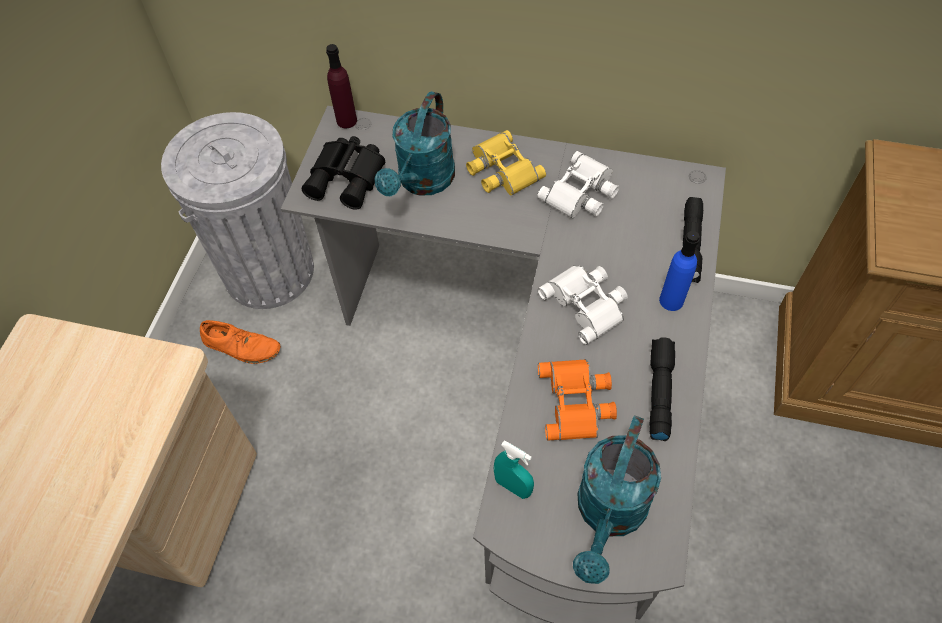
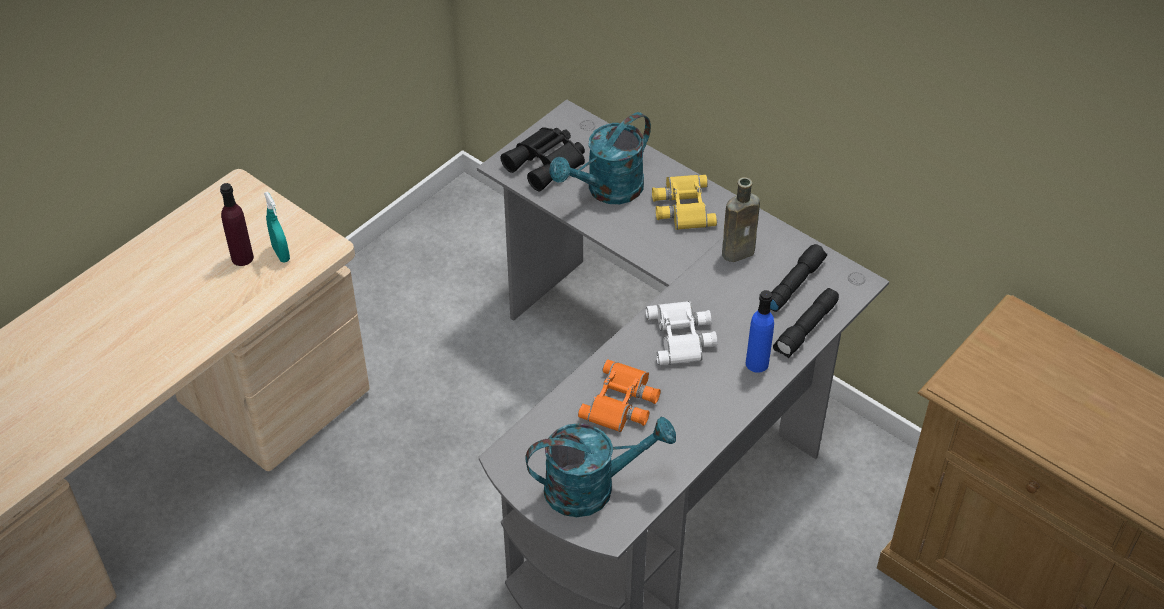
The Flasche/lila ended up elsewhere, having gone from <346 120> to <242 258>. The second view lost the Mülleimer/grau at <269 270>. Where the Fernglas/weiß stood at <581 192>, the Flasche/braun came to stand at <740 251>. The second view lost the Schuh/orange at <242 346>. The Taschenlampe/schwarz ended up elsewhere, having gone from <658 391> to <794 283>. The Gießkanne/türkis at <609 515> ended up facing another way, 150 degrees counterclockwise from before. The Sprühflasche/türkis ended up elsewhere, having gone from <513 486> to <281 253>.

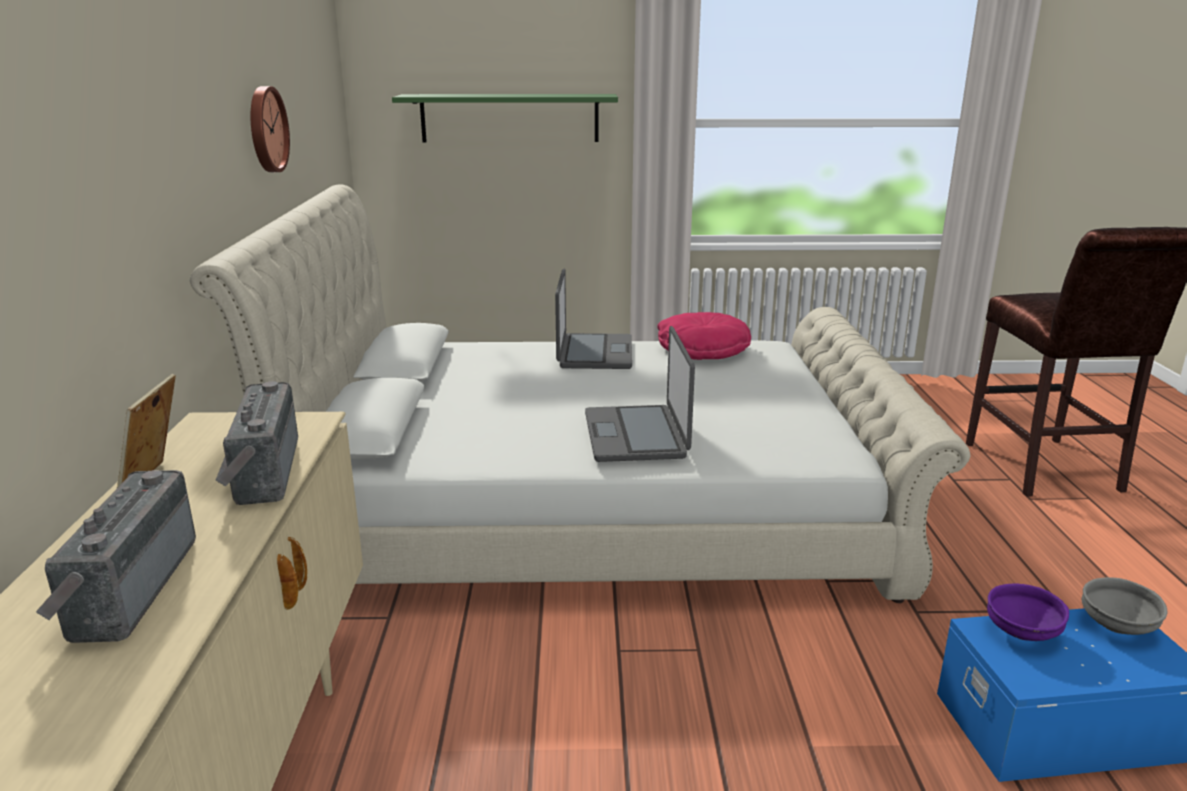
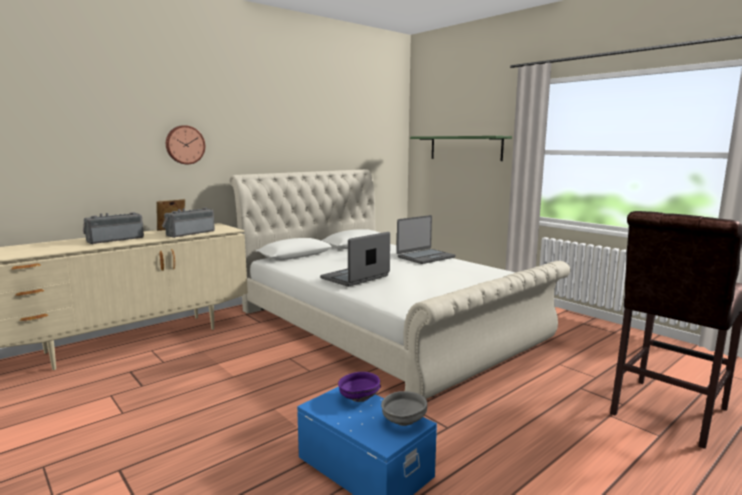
The Wanduhr ended up elsewhere, having gone from <265 129> to <185 145>. The second view lost the Kissen/rosa at <702 351>.

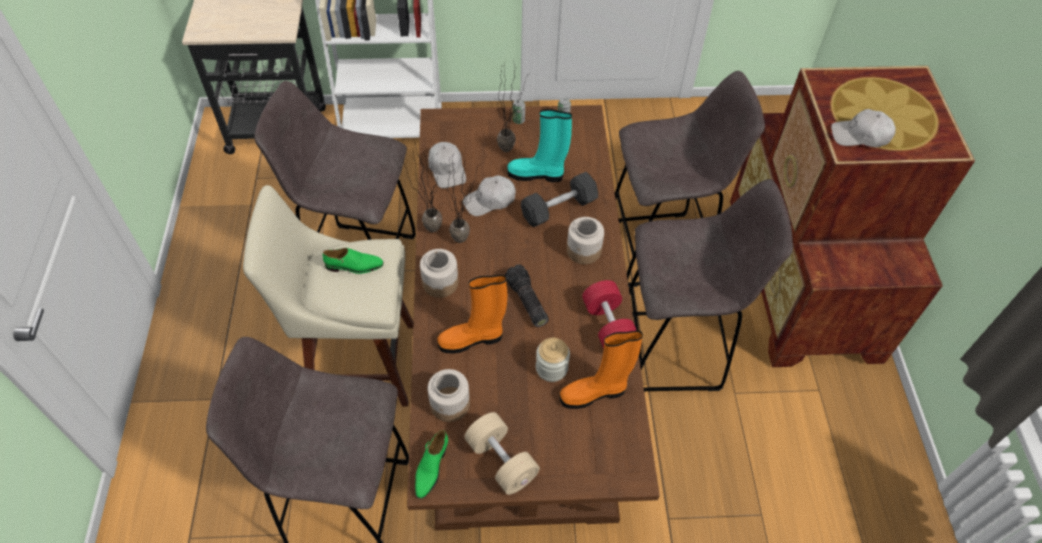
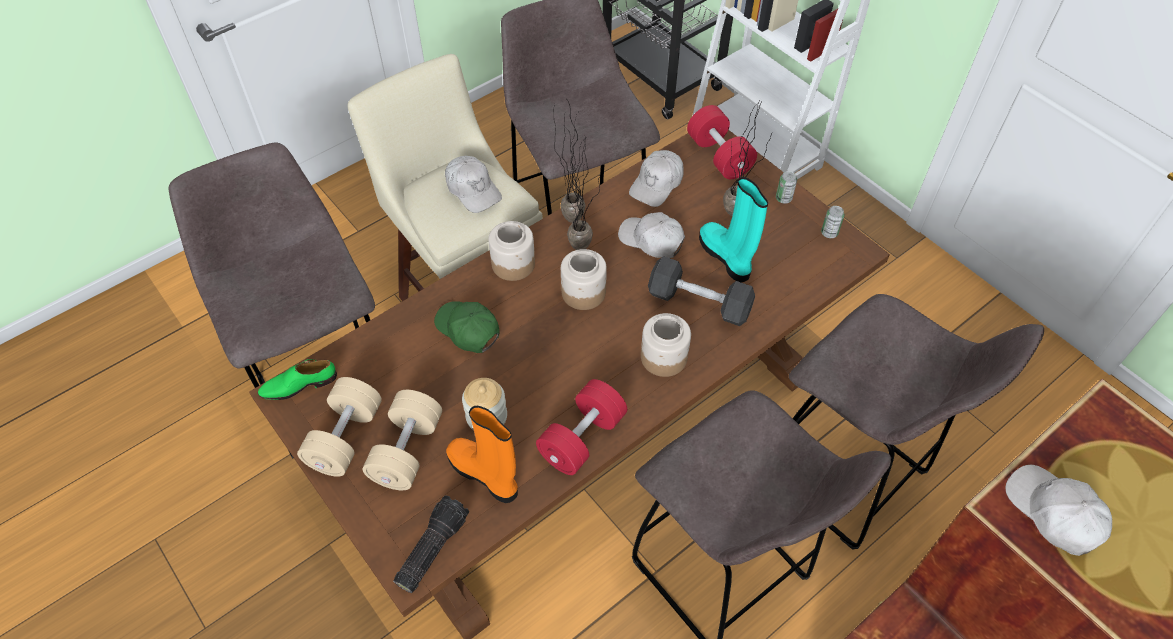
Where the Schuh/grün stood at <354 266>, the Kappe/weiß came to stand at <473 190>. The Taschenlampe ended up elsewhere, having gone from <526 301> to <431 548>. Where the Stiefel/orange stood at <472 339>, the Kappe/grün came to stand at <468 330>. The Vorratsglas ended up elsewhere, having gone from <450 404> to <583 293>. The second view gained the Hantel/rot at <719 156>. The second view gained the Hantel/beige at <407 451>.

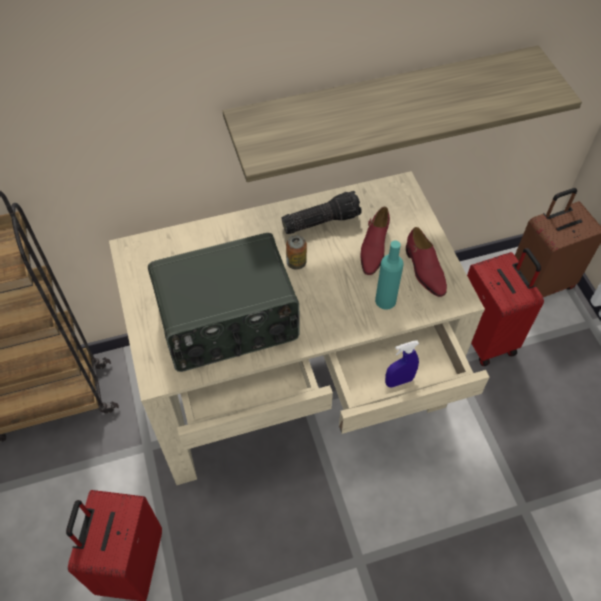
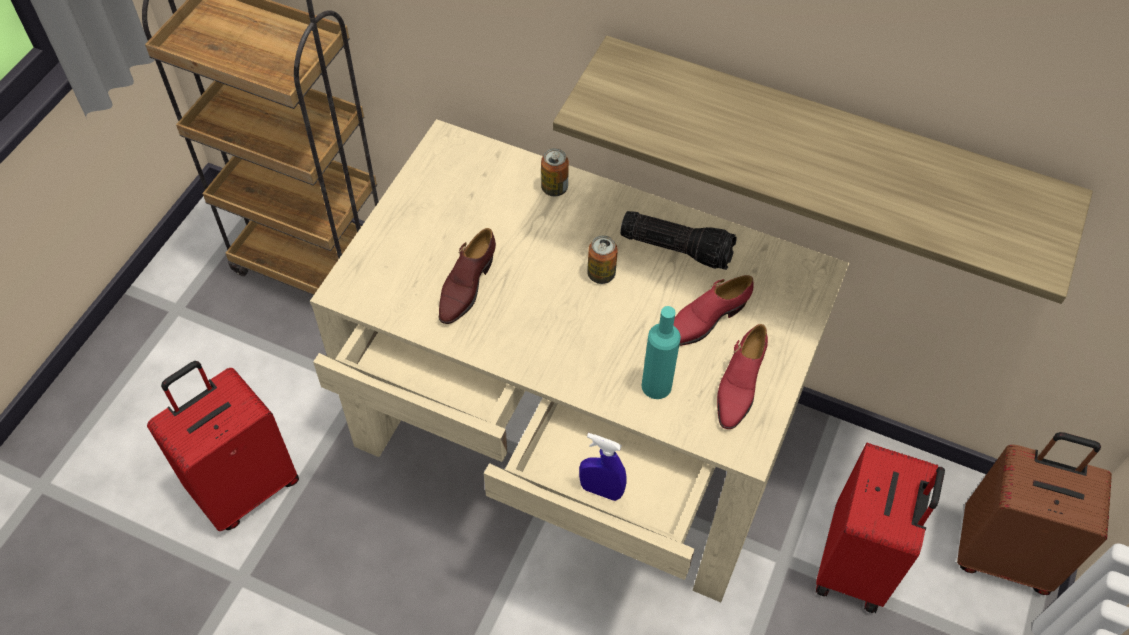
Where the Radio stood at <228 323>, the Schuh/braun came to stand at <466 286>. The second view gained the Dose at <554 188>.

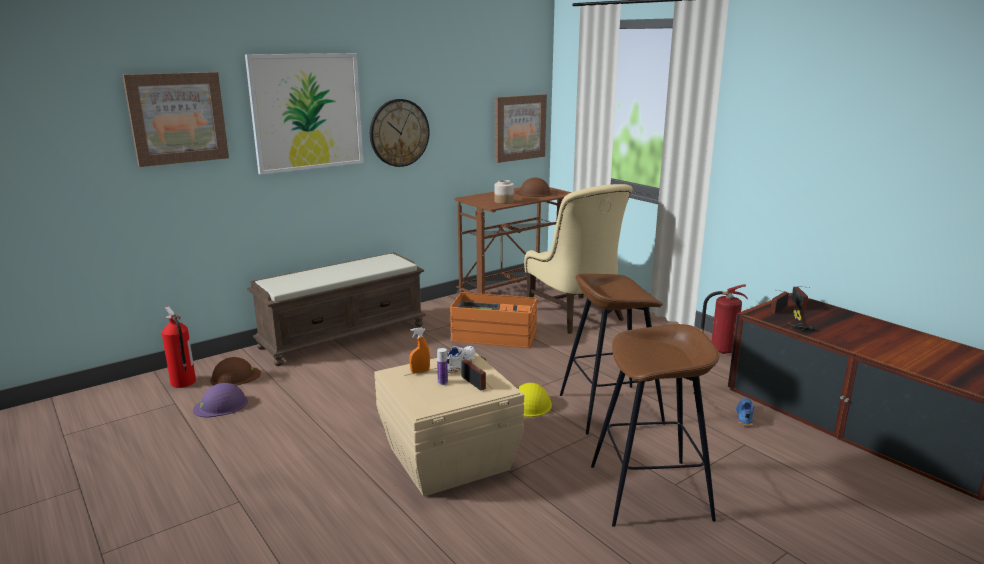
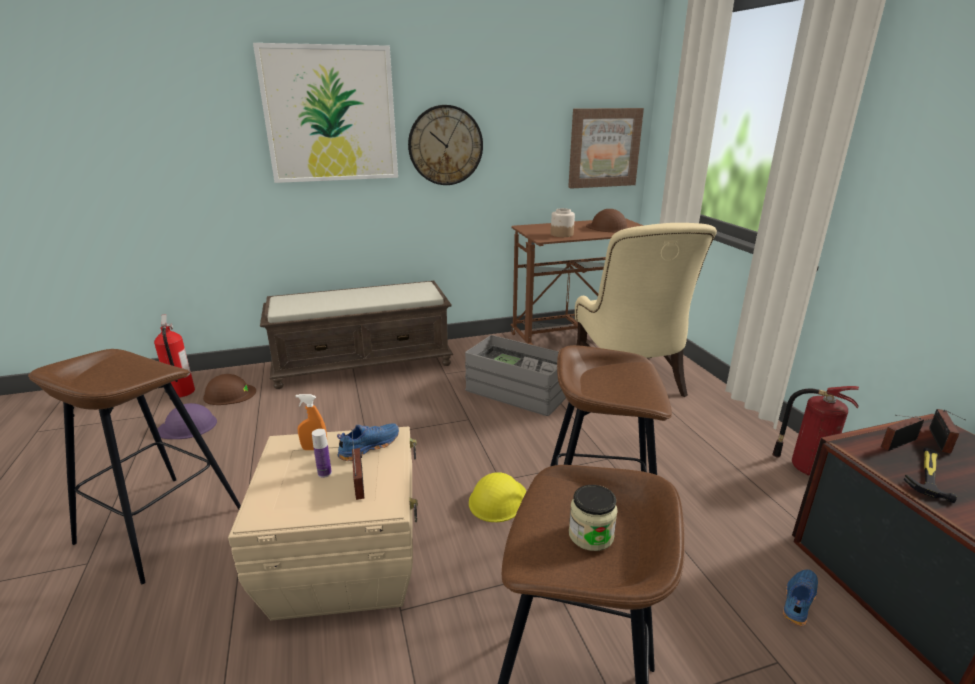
The second view lost the Bild at <177 118>. What was the Aufbewahrungsbox/orange at <494 335> turned into the Aufbewahrungsbox/grau at <518 391>. What was the Schuh/weiß at <458 364> turned into the Schuh/blau at <368 446>. The second view gained the Hocker/braun at <159 525>. The second view gained the Vorratsglas at <591 535>.

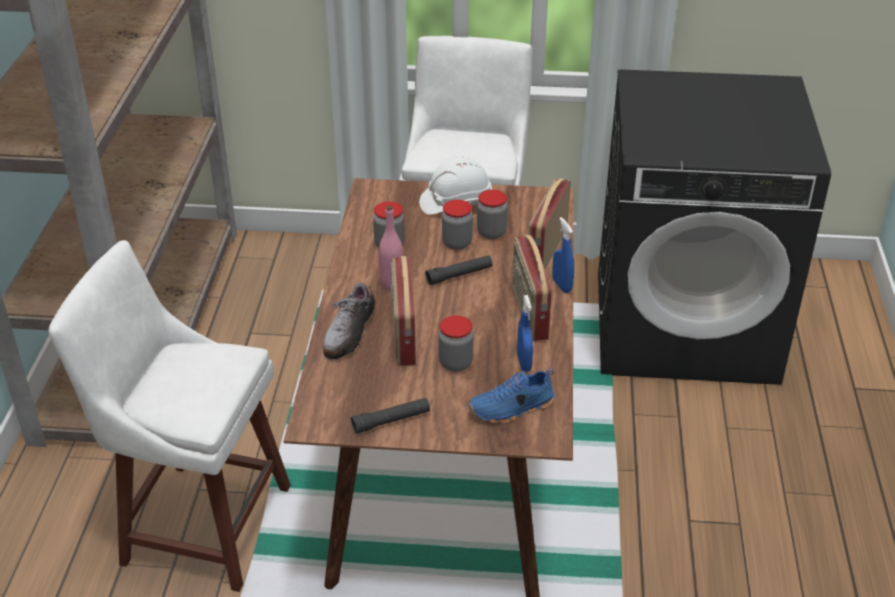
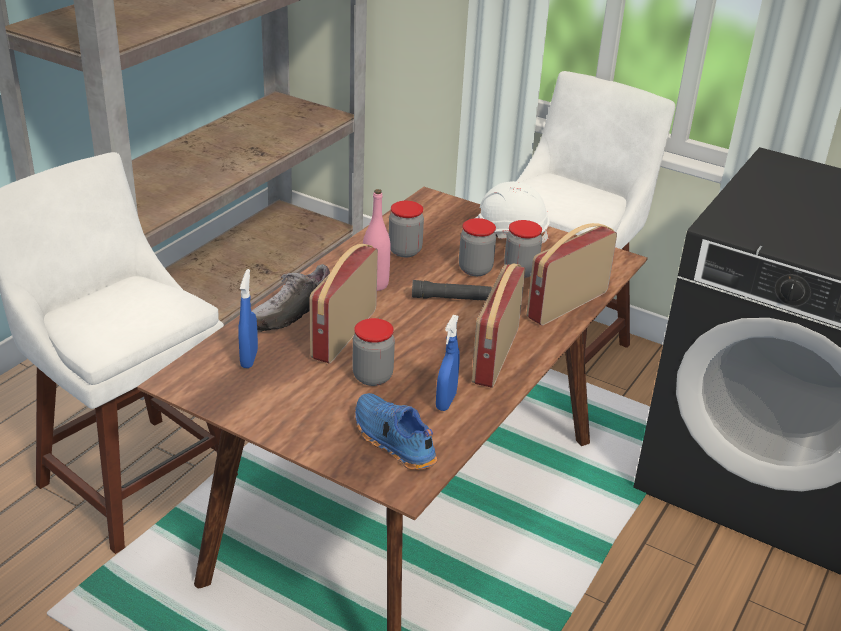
The Sprühflasche/blau ended up elsewhere, having gone from <561 285> to <249 359>. The Schuh/blau at <512 409> ended up facing another way, 45 degrees clockwise from before. The second view lost the Taschenlampe/schwarz at <391 421>.

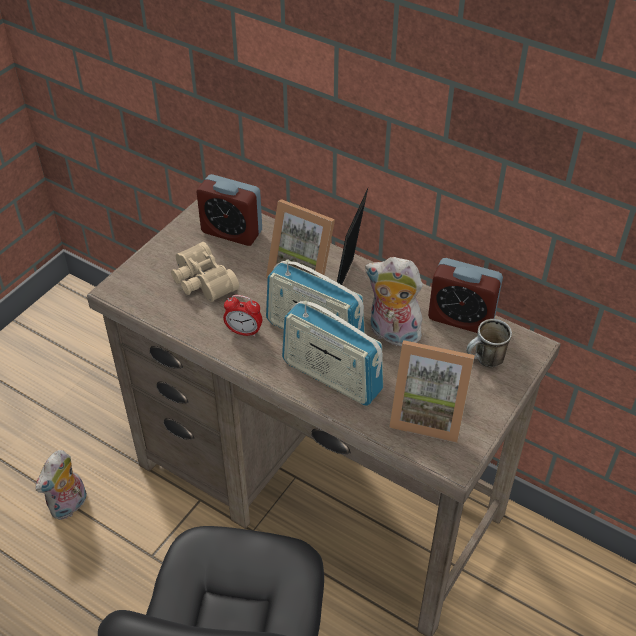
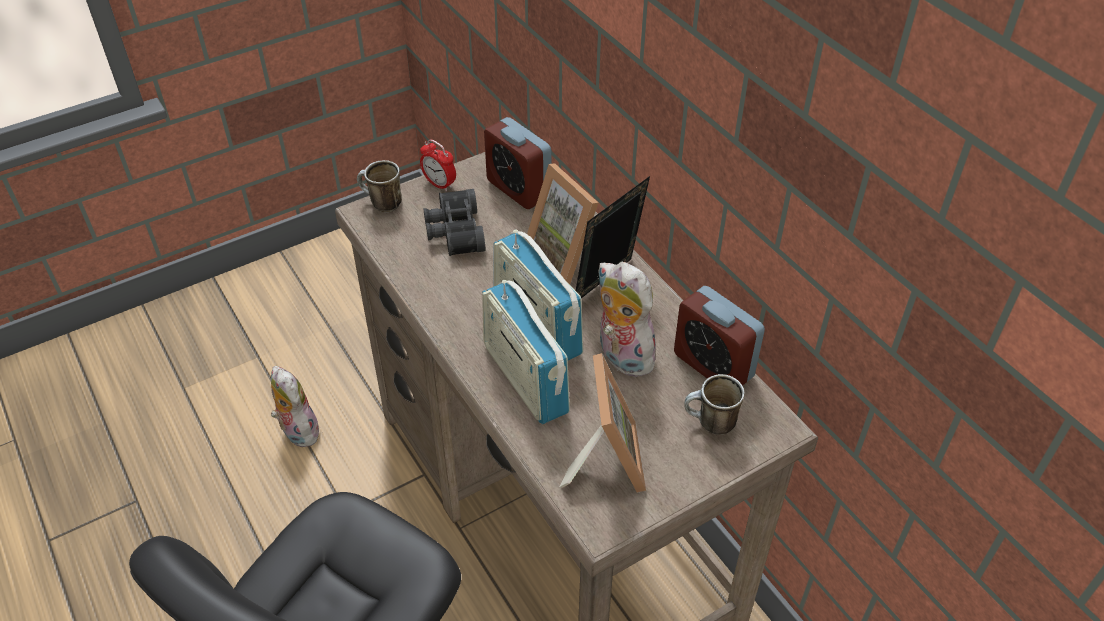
What was the Fernglas/beige at <201 282> turned into the Fernglas/schwarz at <453 232>. The Wecker ended up elsewhere, having gone from <244 331> to <439 184>. The Bilderrahmen at <428 414> ended up facing another way, 135 degrees counterclockwise from before. The Plüschtier at <70 506> ended up facing another way, 90 degrees clockwise from before. The second view gained the Henkelbecher at <381 204>.

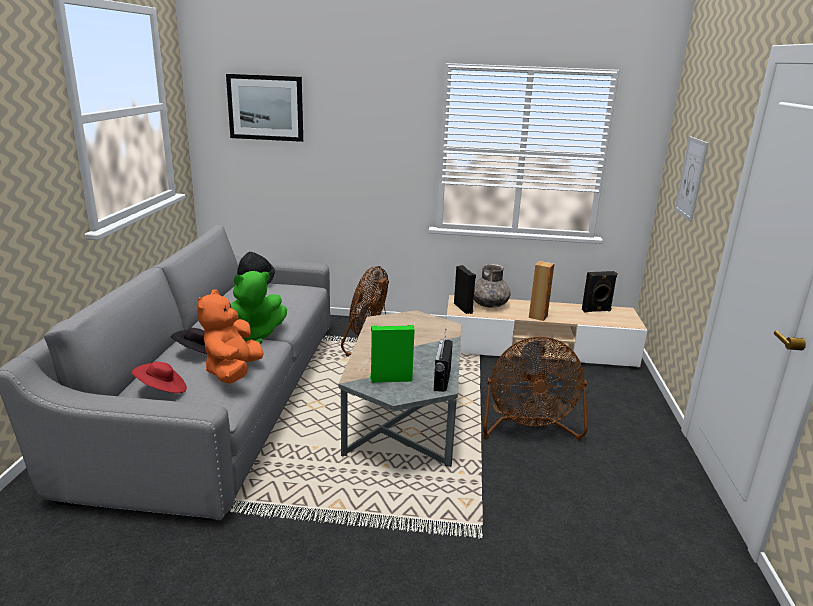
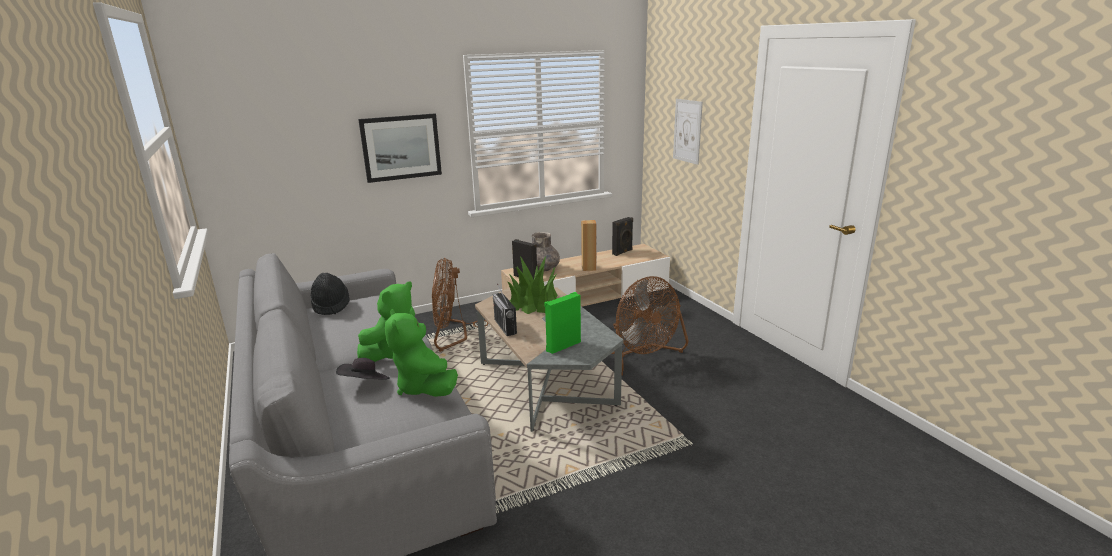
The Bild ended up elsewhere, having gone from <265 107> to <401 147>. What was the Plüschtier/orange at <233 372> turned into the Plüschtier/grün at <424 387>. The Radio ended up elsewhere, having gone from <442 379> to <505 327>. The second view lost the Hut/rot at <162 390>. The second view gained the Topfpflanze at <533 302>.

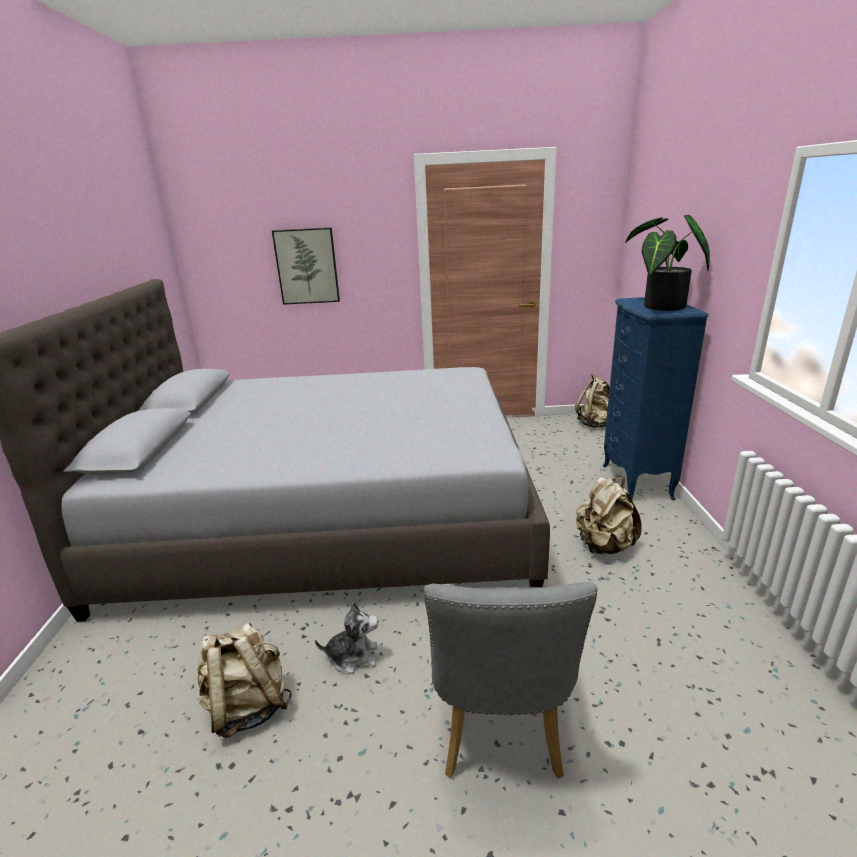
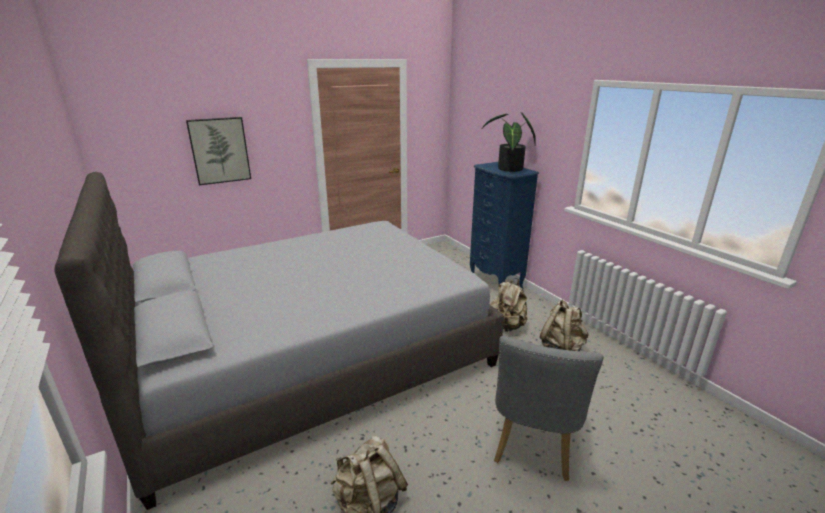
The Rucksack/beige ended up elsewhere, having gone from <596 424> to <562 348>. The Stuhl/grau at <499 729> ended up facing another way, 45 degrees clockwise from before. The second view lost the Plüschtier at <353 657>.

